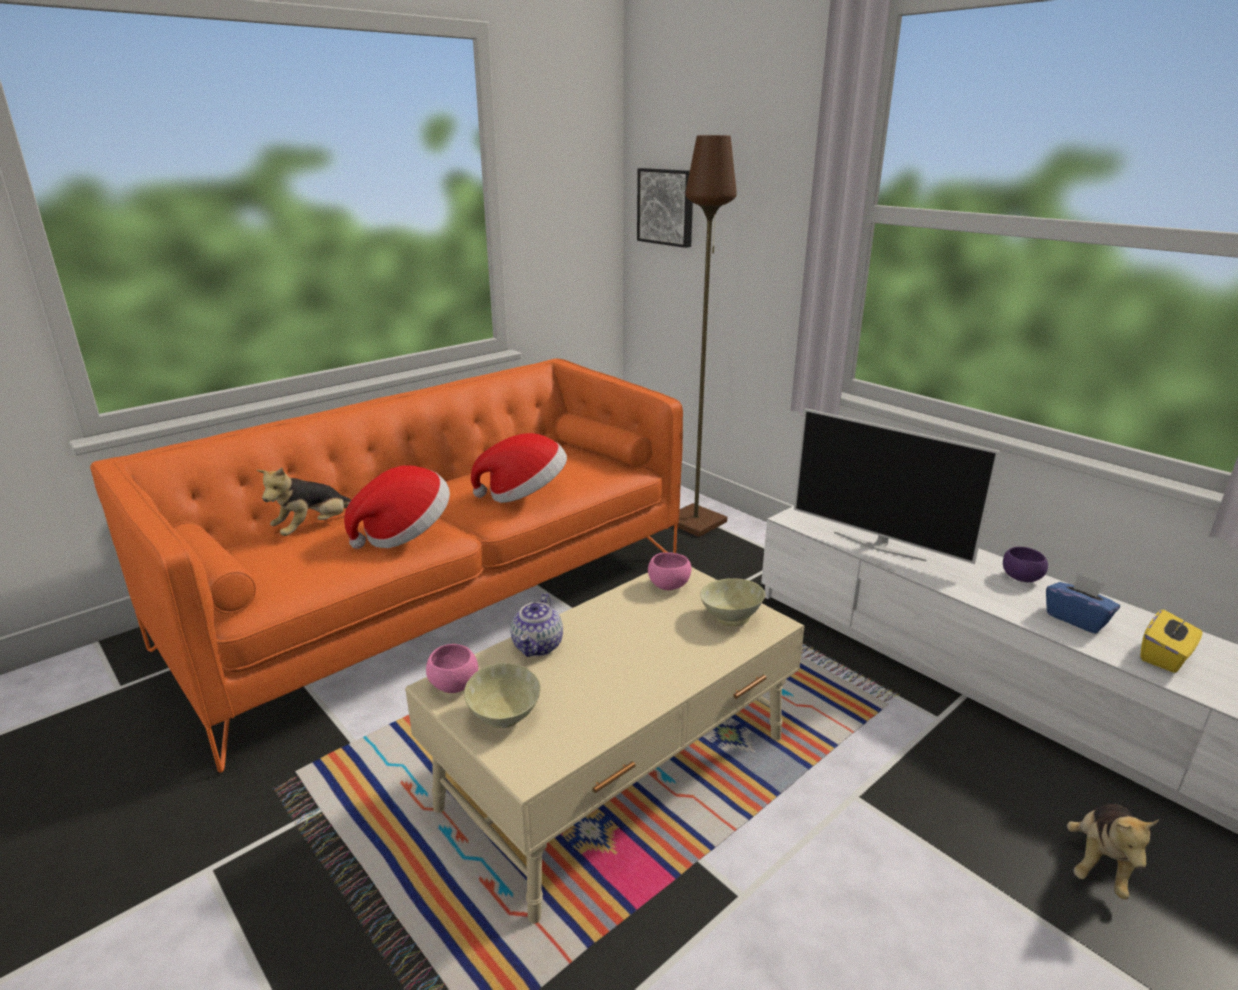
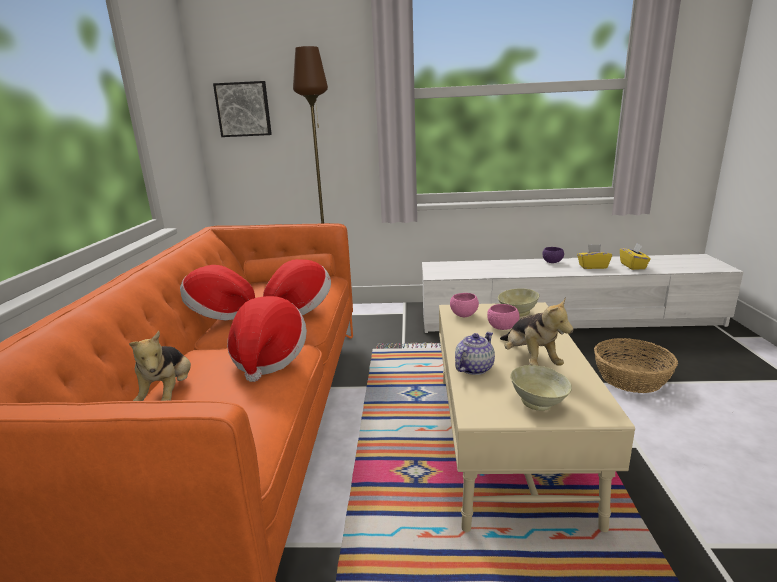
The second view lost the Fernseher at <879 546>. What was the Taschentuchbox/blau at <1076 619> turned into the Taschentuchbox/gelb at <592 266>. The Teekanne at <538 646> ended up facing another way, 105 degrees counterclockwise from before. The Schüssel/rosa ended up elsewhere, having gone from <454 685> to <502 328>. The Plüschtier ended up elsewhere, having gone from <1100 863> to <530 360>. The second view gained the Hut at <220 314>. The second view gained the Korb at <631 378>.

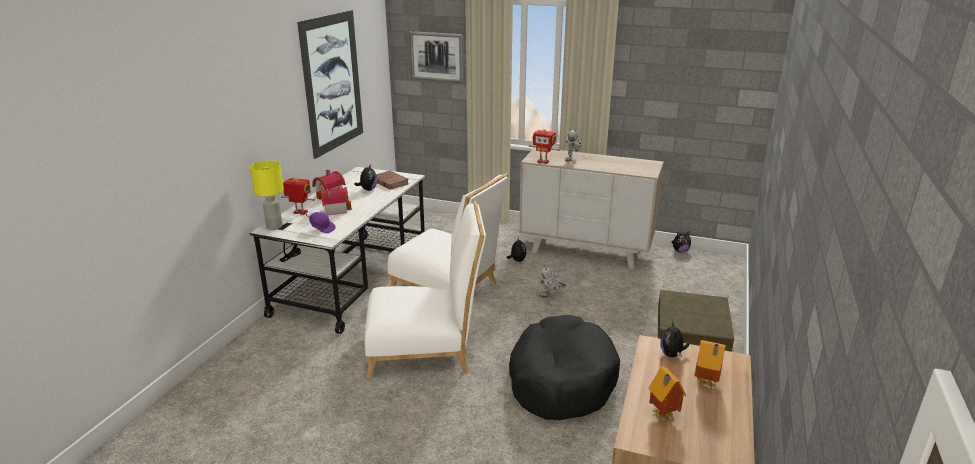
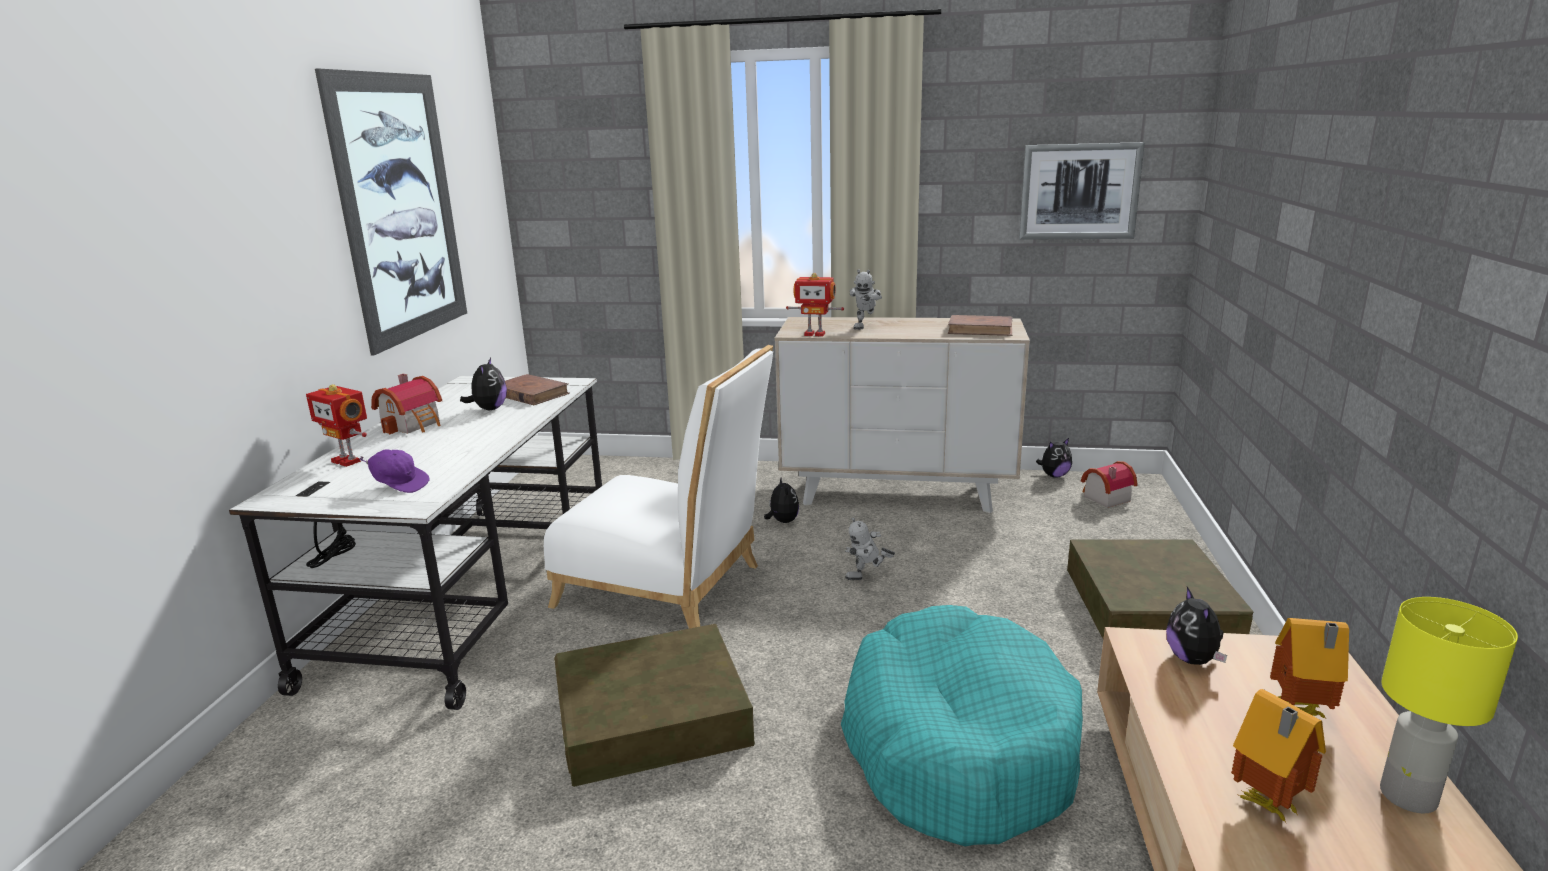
The Bild ended up elsewhere, having gone from <437 56> to <1079 191>. The Tischlampe/gelb ended up elsewhere, having gone from <274 227> to <1408 798>. The Spielzeugroboter at <300 213> ended up facing another way, 150 degrees counterclockwise from before. The Spielzeughaus ended up elsewhere, having gone from <335 209> to <1104 498>. Where the Stuhl/weiß stood at <426 348>, the Aufbewahrungsbox/braun came to stand at <652 716>. What was the Hundebett/schwarz at <561 380> turned into the Hundebett/türkis at <957 745>. The second view gained the Buch/braun at <980 330>.

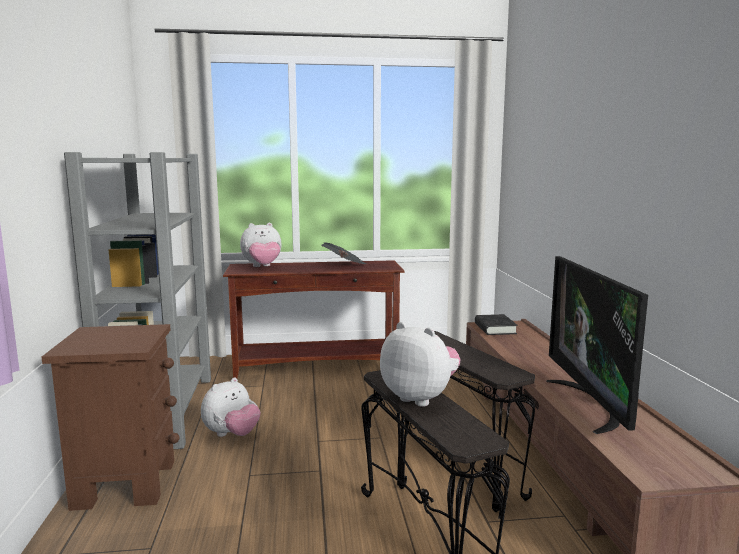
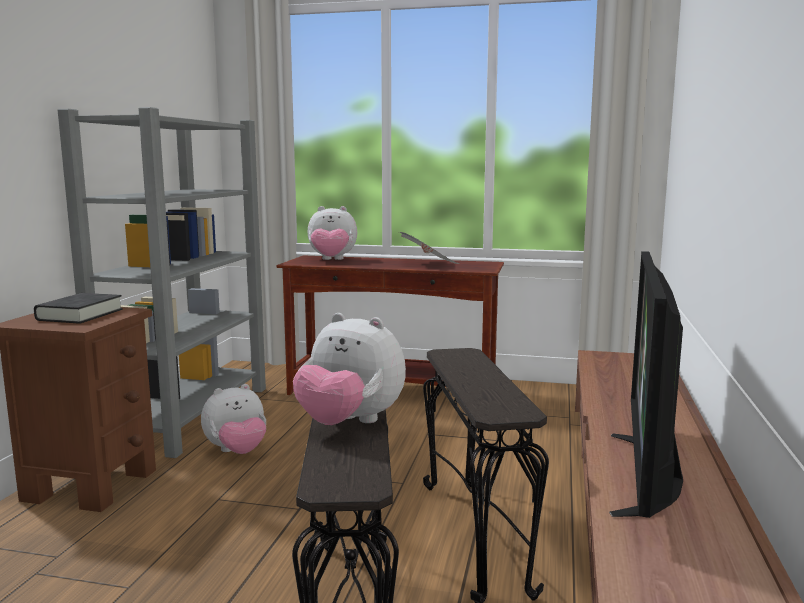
The Buch/schwarz ended up elsewhere, having gone from <495 328> to <80 315>. The Plüschtier at <420 398> ended up facing another way, 150 degrees clockwise from before.

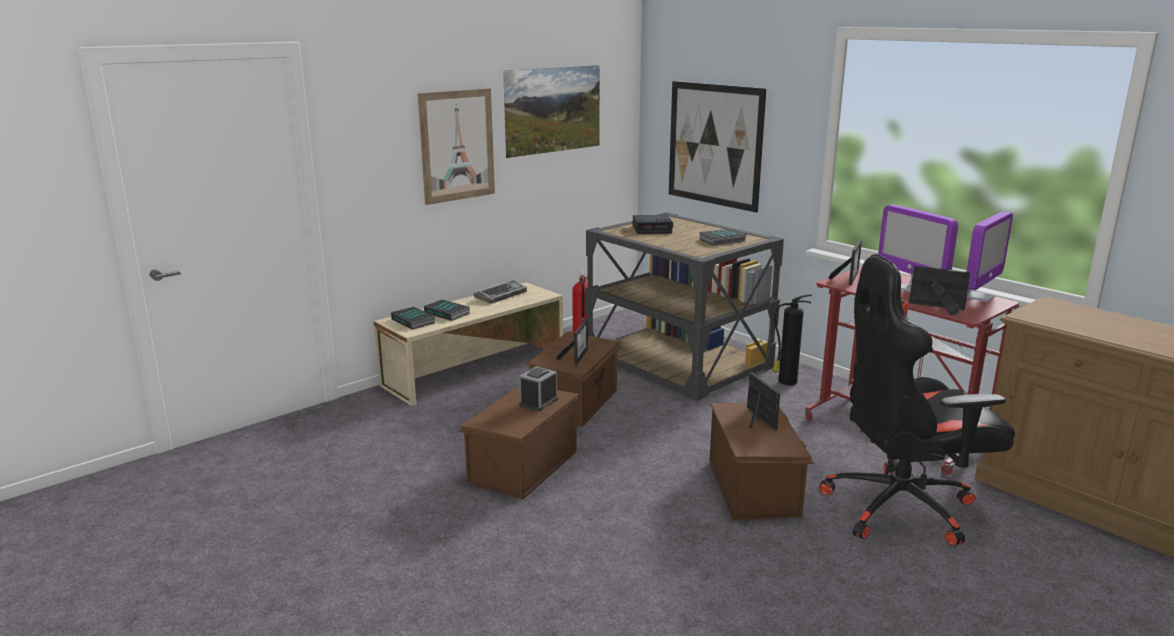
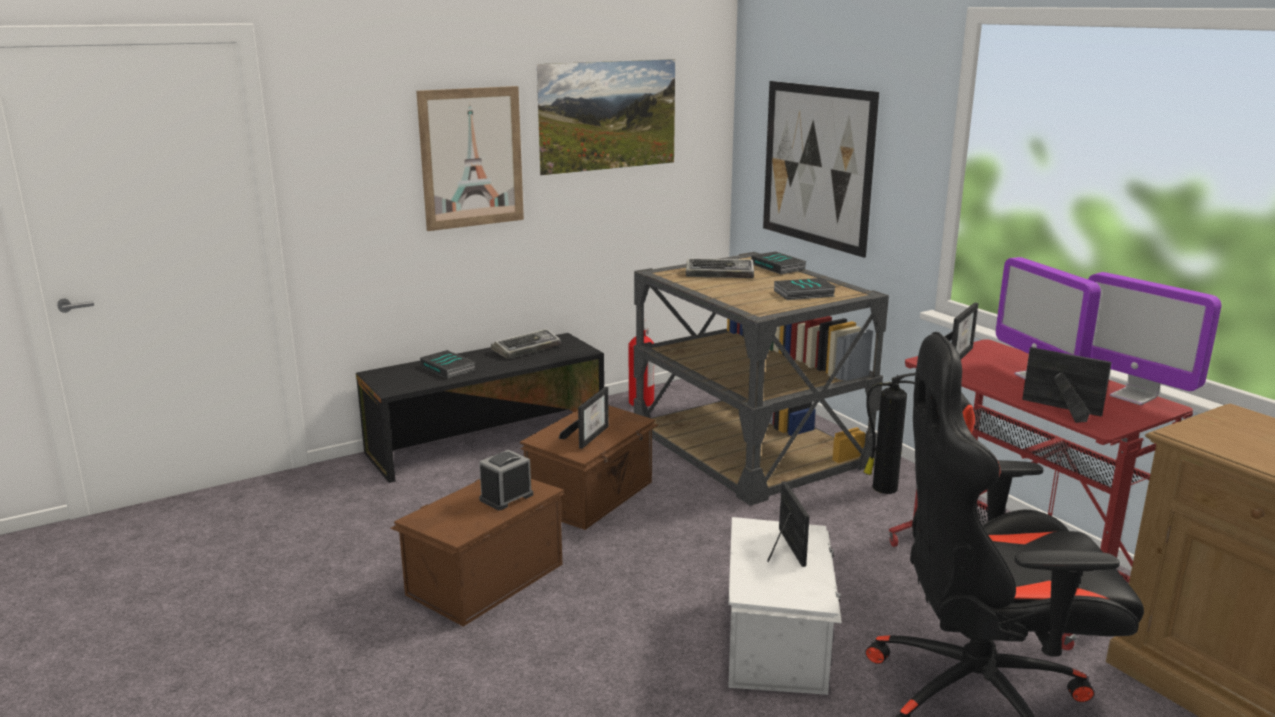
The Monitor at <978 297> ended up facing another way, 90 degrees clockwise from before. Where the Wecker stood at <652 229>, the Tastatur came to stand at <720 274>. What was the Bank/beige at <475 369> turned into the Bank/schwarz at <488 439>. The Buch ended up elsewhere, having gone from <414 321> to <779 267>. What was the Aufbewahrungsbox/braun at <754 487> turned into the Aufbewahrungsbox/weiß at <778 641>.

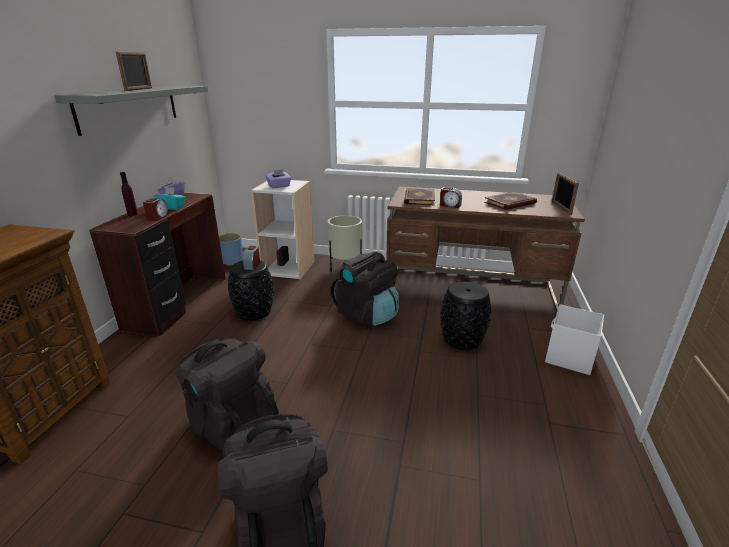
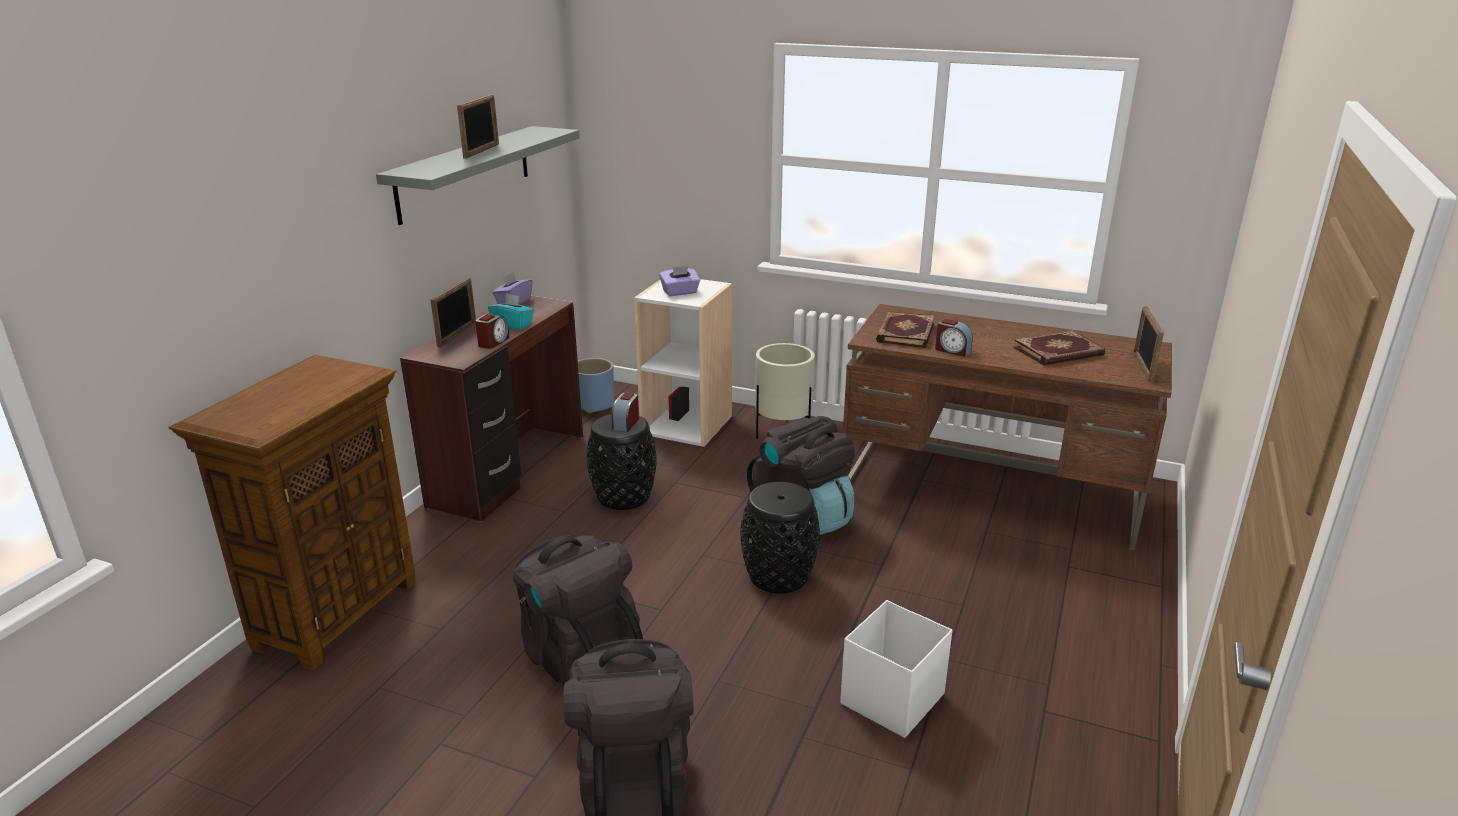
Where the Flasche/lila stood at <132 214>, the Bilderrahmen came to stand at <457 334>. The Hocker/schwarz ended up elsewhere, having gone from <462 339> to <778 576>. The Aufbewahrungsbox/weiß ended up elsewhere, having gone from <568 357> to <891 700>.

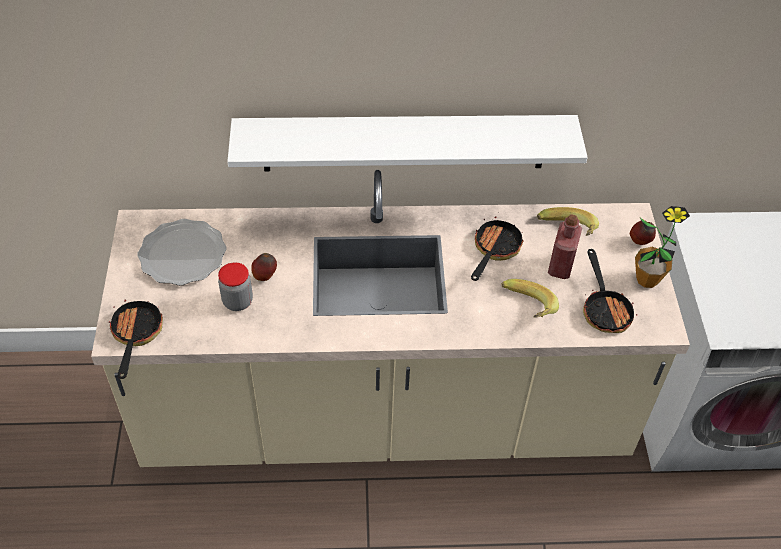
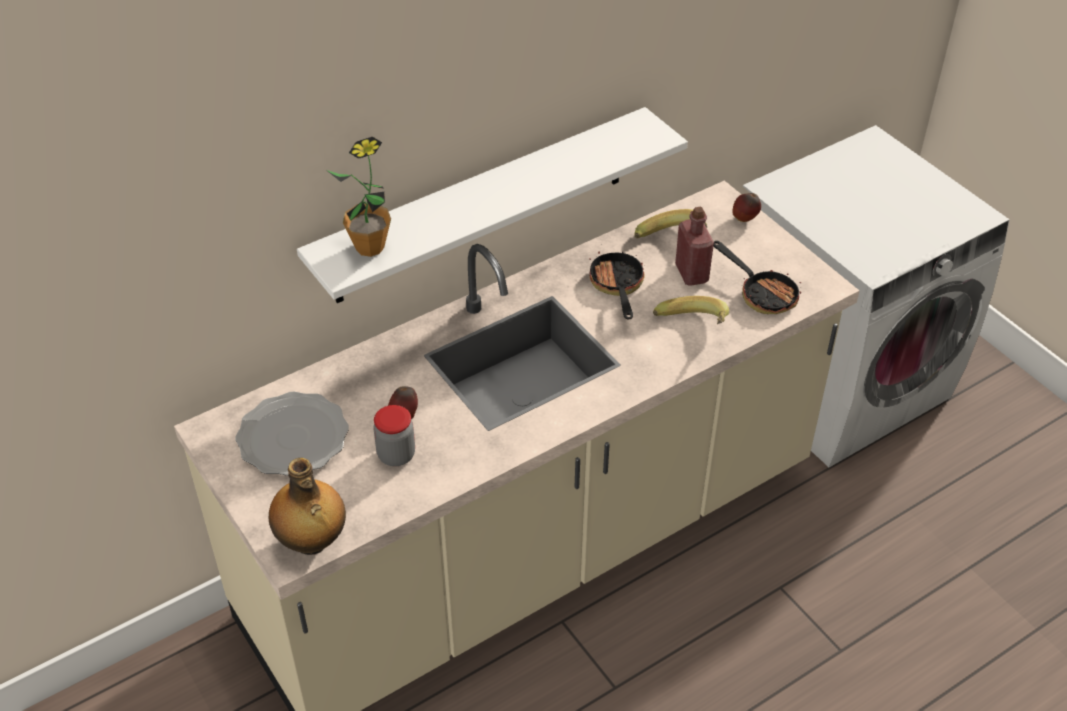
The Topfpflanze ended up elsewhere, having gone from <647 279> to <370 247>. Where the Pfanne stood at <136 335>, the Flasche came to stand at <311 542>.

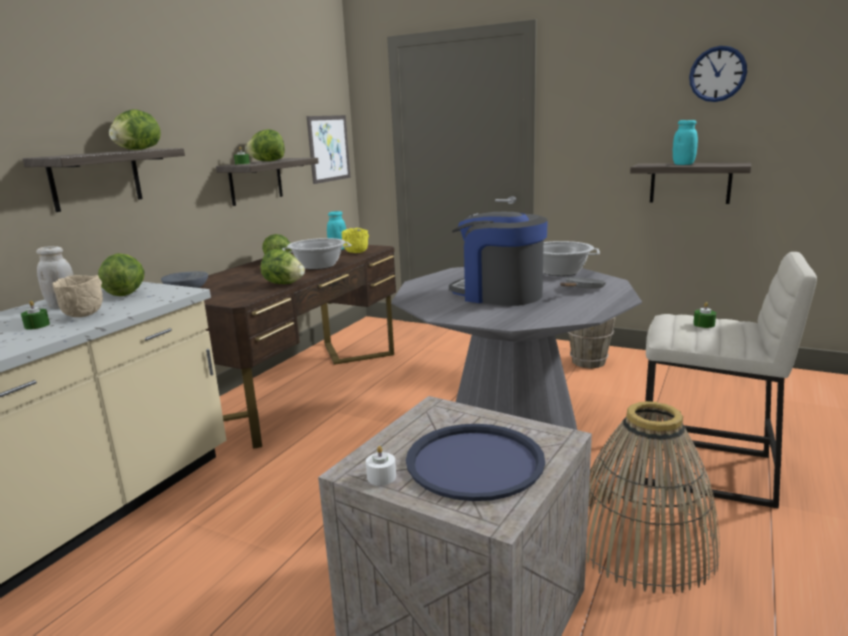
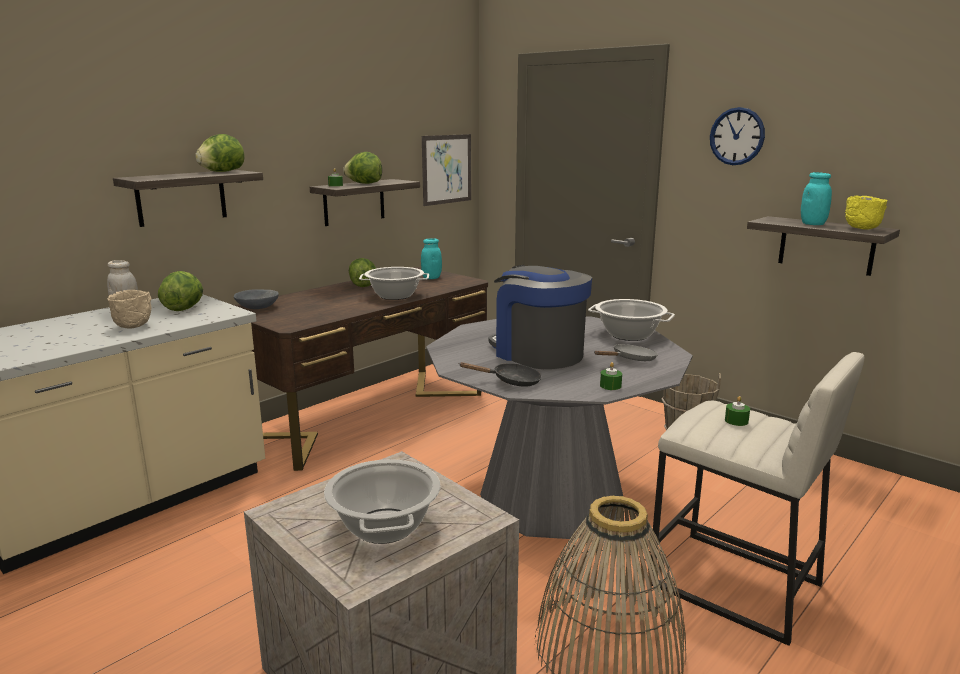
The Wanduhr ended up elsewhere, having gone from <717 74> to <737 136>. The Schüssel/gelb ended up elsewhere, having gone from <355 253> to <861 229>. The second view lost the Salatkopf at <283 284>. The Kerze/grün ended up elsewhere, having gone from <37 325> to <610 386>. Where the Tablett/blau stood at <474 462>, the Kochtopf came to stand at <384 526>. The second view lost the Kerze/weiß at <381 477>. The second view gained the Pfanne/schwarz at <511 381>.

